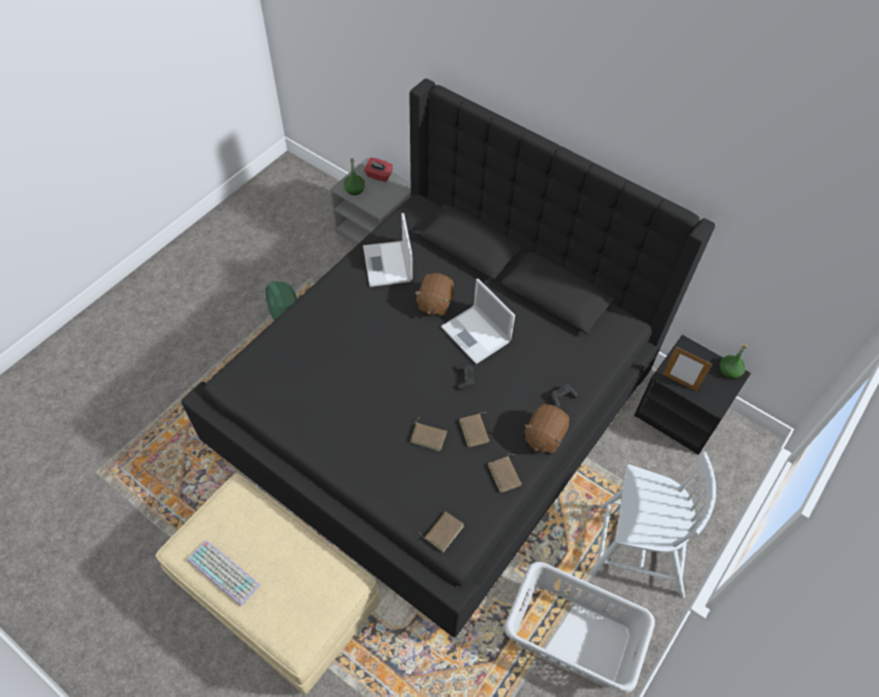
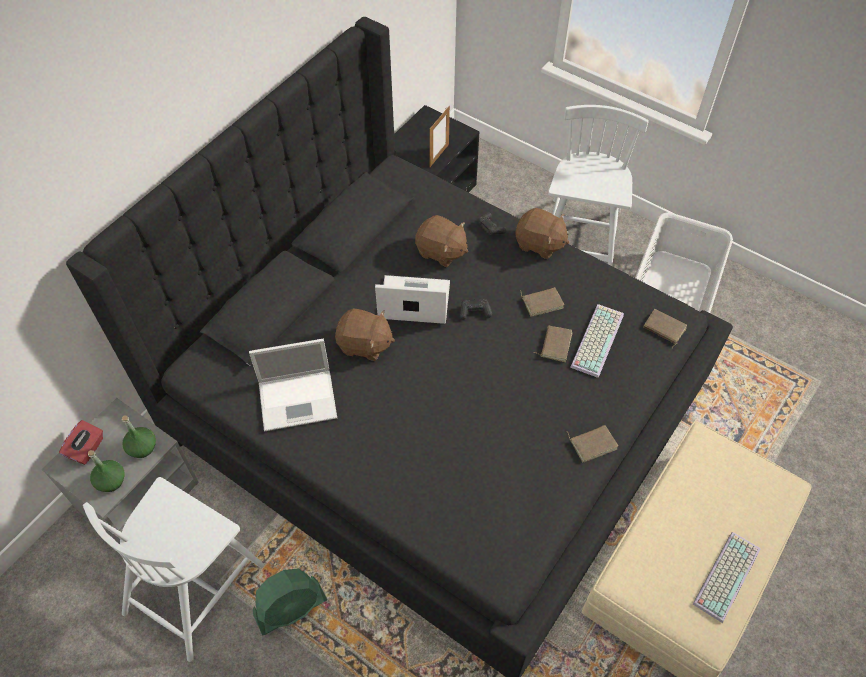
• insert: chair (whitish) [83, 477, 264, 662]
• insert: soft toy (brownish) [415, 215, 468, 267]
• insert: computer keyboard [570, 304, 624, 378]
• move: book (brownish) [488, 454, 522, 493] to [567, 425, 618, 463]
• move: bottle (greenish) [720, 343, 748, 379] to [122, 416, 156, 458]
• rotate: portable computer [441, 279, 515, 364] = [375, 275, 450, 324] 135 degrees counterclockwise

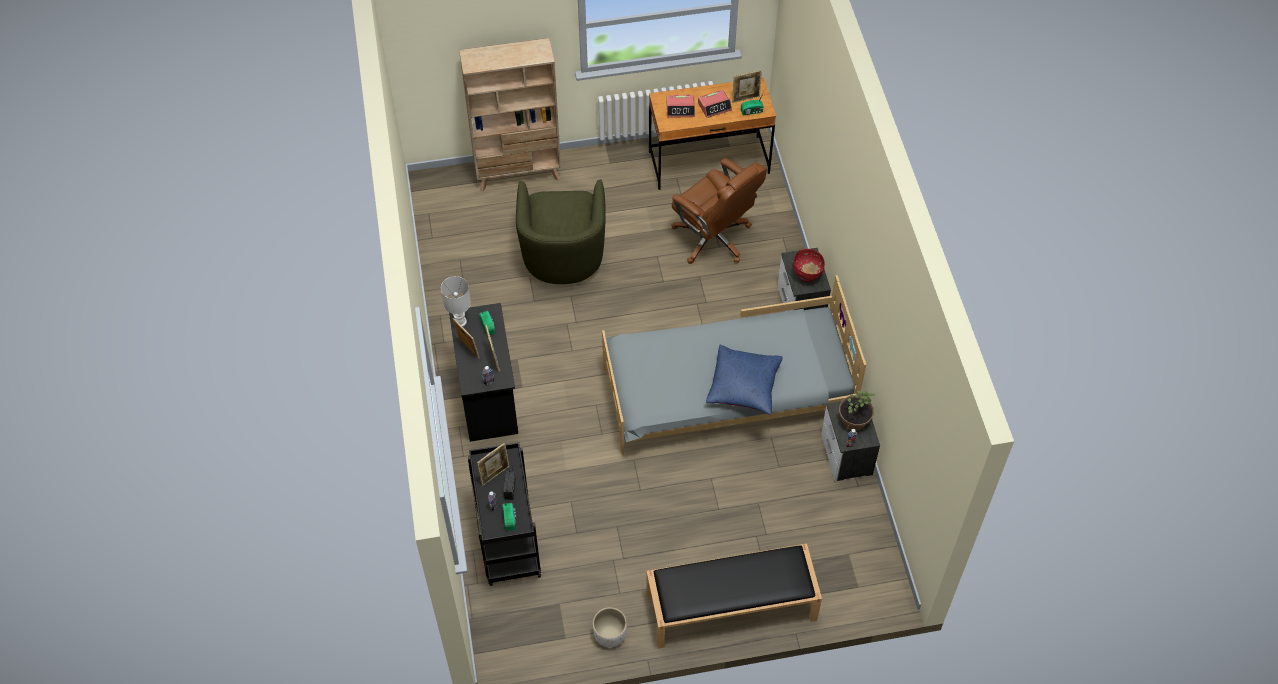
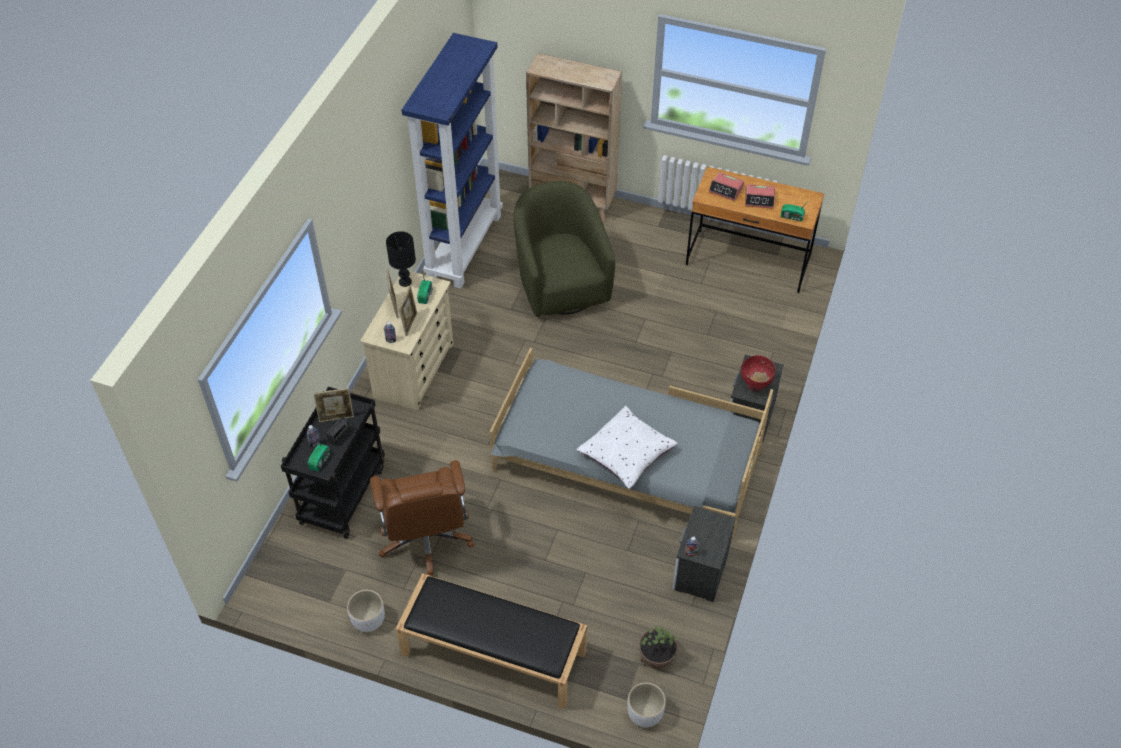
• delete: picture frame [732, 70, 762, 103]
• insert: bookshelf (blue) [402, 33, 503, 289]
• insert: plant pot (whitish) [628, 682, 666, 727]
• move: computer chair (brownish) [671, 158, 767, 264] to [370, 460, 475, 577]
• move: houseplant [839, 391, 875, 431] to [639, 625, 680, 668]
• recolor: table lamp (whitish) [441, 276, 471, 327] to table lamp (blackish) [386, 231, 416, 287]
• recolor: chest of drawers (blackish) [449, 303, 518, 442] to chest of drawers (sand-coloured) [360, 271, 453, 411]
• recolor: throw pillow (blue) [706, 345, 783, 415] to throw pillow (whitish) [576, 406, 677, 489]
• rotate: easy chair (greenish) [516, 180, 606, 284] = [514, 181, 615, 317] 135 degrees clockwise

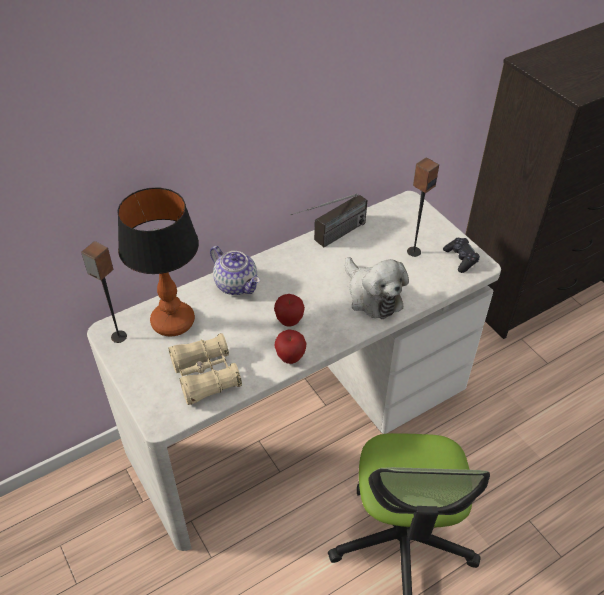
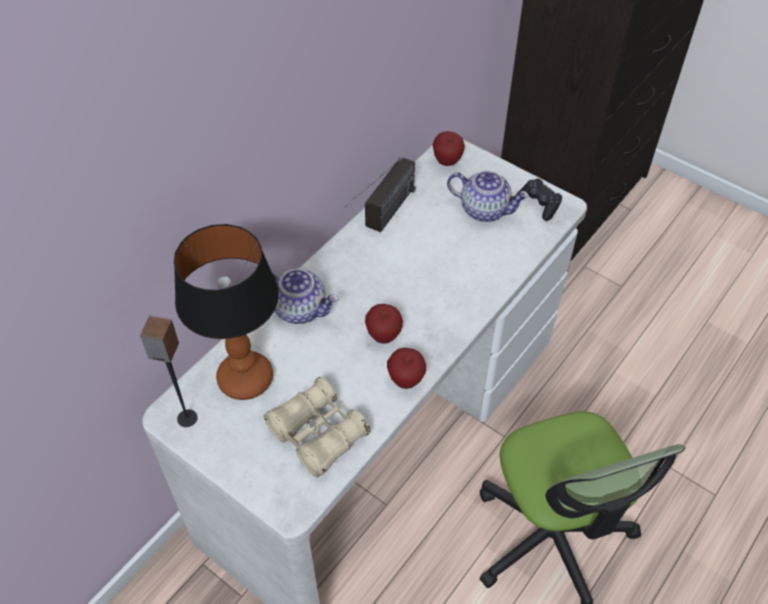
• delete: soft toy [345, 257, 409, 319]
• insert: apple fruit [433, 131, 465, 166]
• replace: audio speaker [407, 158, 439, 257] to teapot [447, 171, 529, 222]

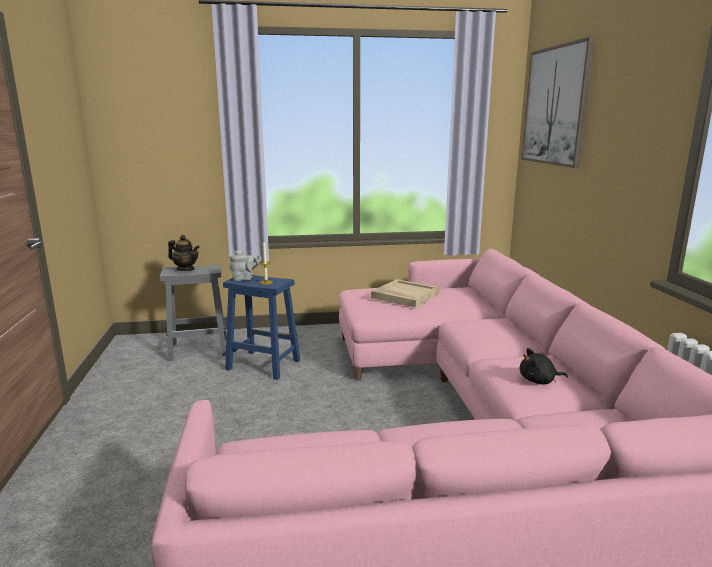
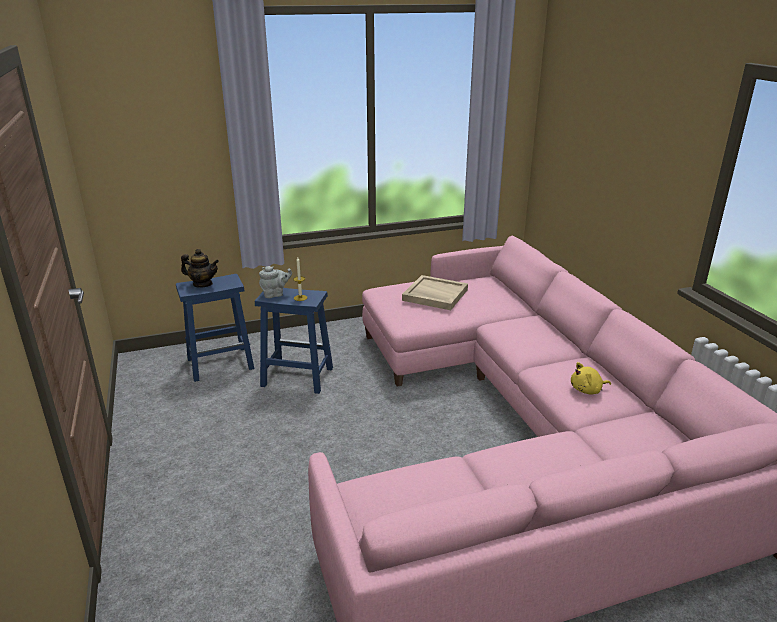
• delete: picture [521, 37, 595, 168]
• recolor: sitting stool (greyish) [160, 264, 226, 361] to sitting stool (blue) [176, 274, 254, 382]
• recolor: soft toy (blackish) [520, 348, 568, 385] to soft toy (yellow) [571, 362, 611, 395]

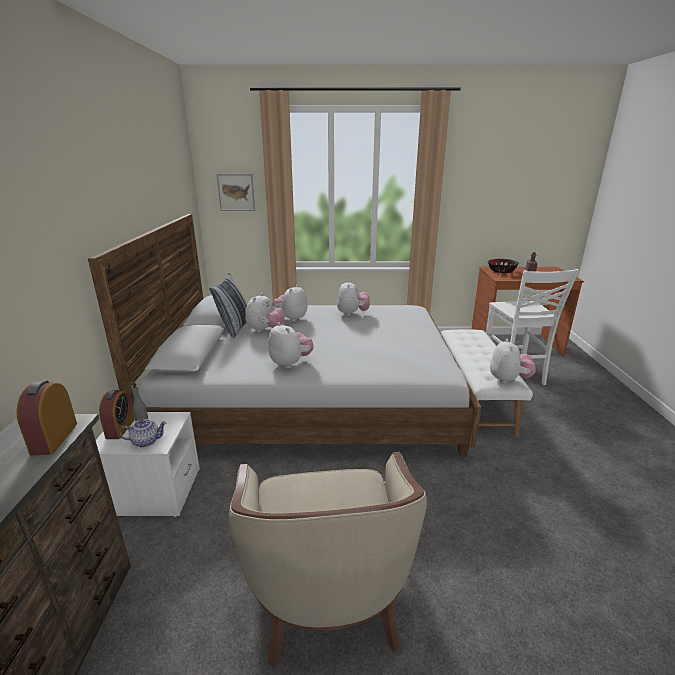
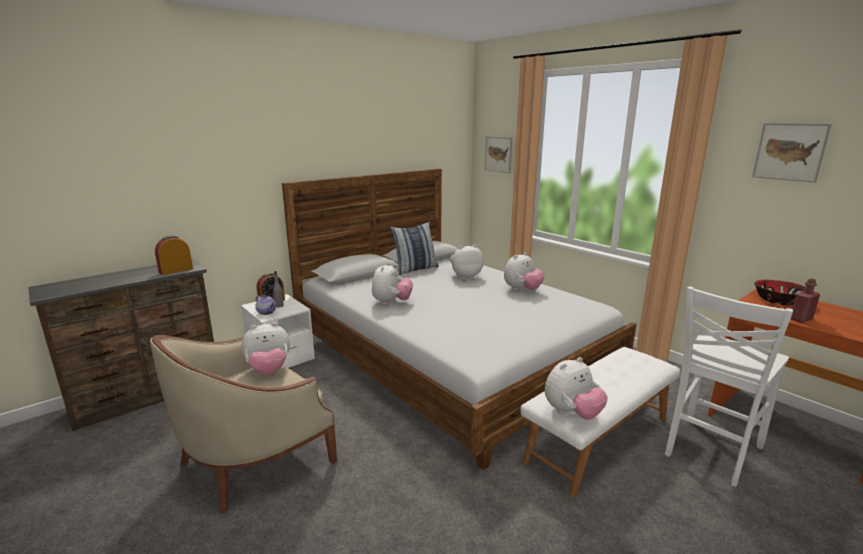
• insert: picture [752, 123, 832, 183]
• move: soft toy [245, 293, 285, 333] to [242, 322, 290, 375]

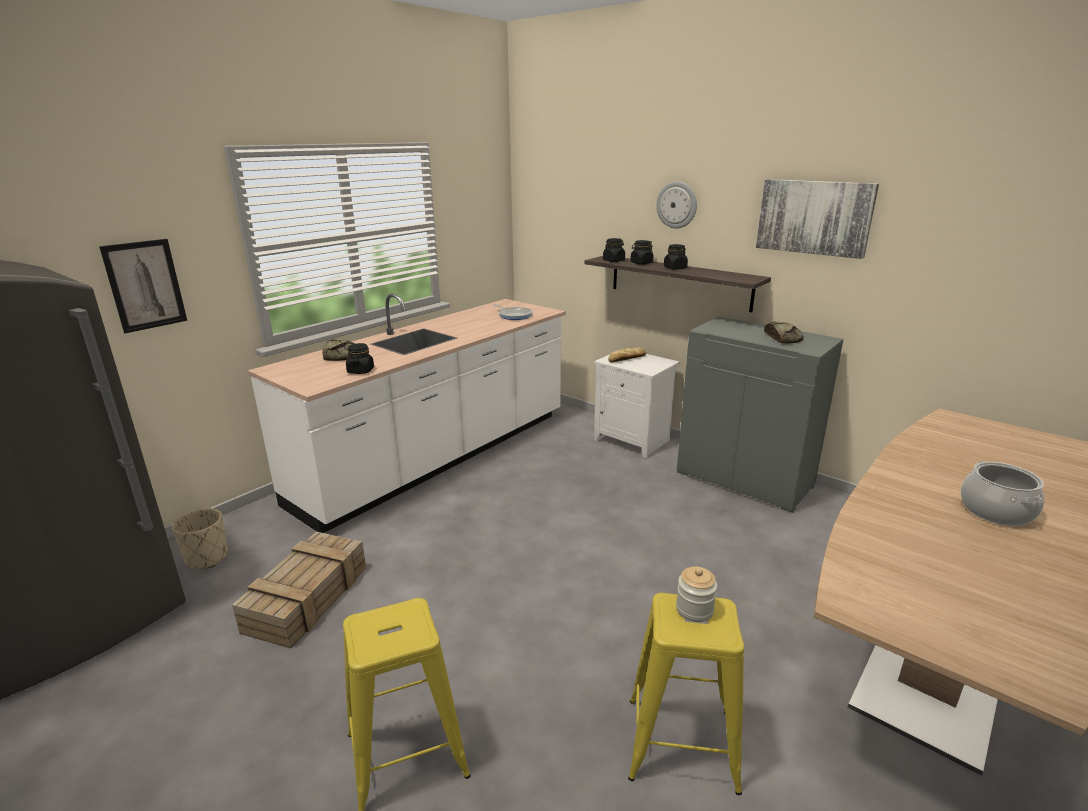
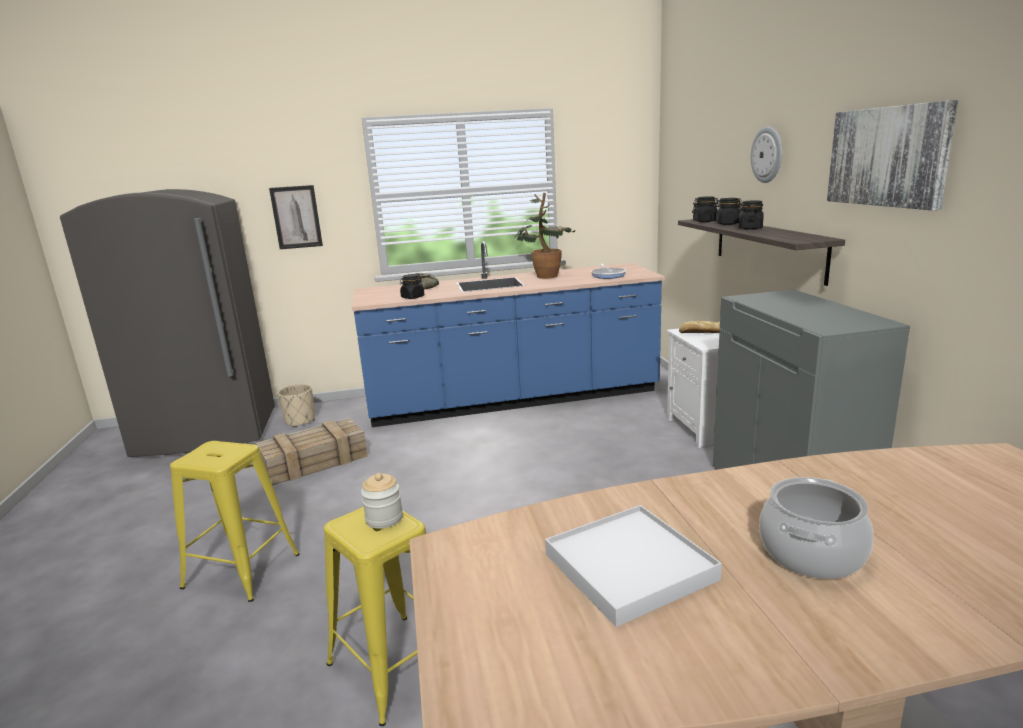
• delete: baked bread [764, 321, 804, 344]
• insert: houseplant [514, 193, 576, 279]
• insert: carrying tray (whitish) [545, 505, 722, 627]
• recolor: kitchen base unit (whitish) [248, 294, 566, 533] to kitchen base unit (blue) [352, 241, 665, 427]

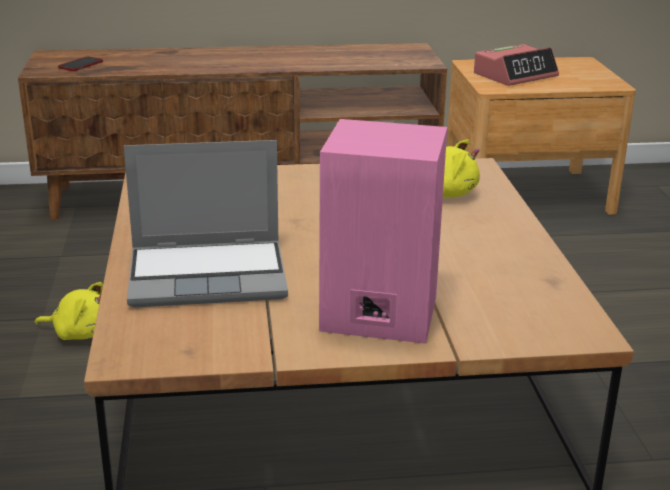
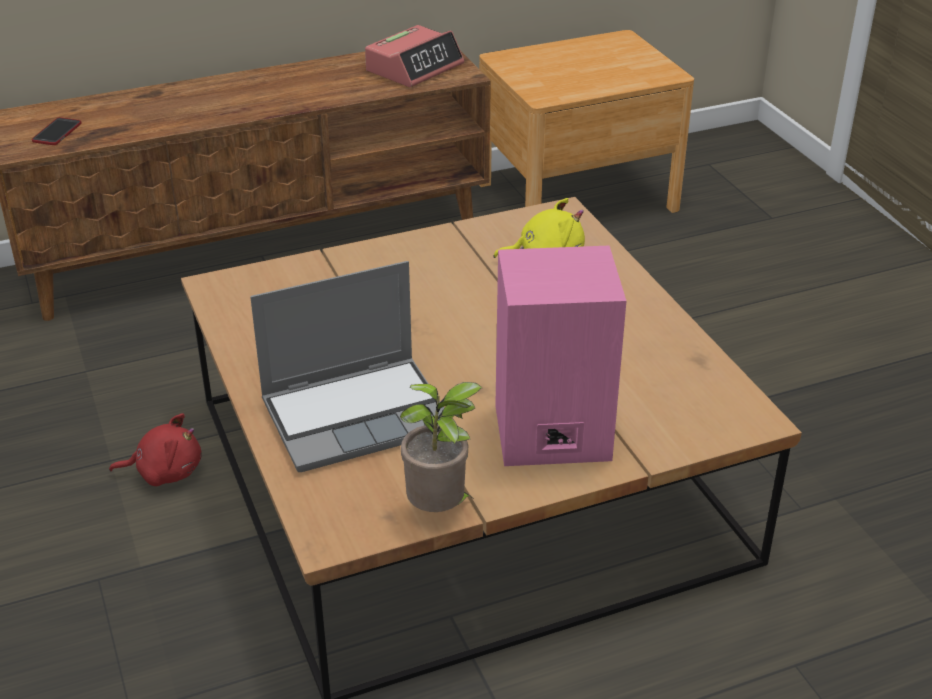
• insert: houseplant [400, 382, 482, 512]
• move: table clock [474, 44, 559, 86] to [365, 25, 464, 87]
• recolor: soft toy (yellow) [35, 282, 103, 340] to soft toy (reddish) [109, 413, 202, 486]

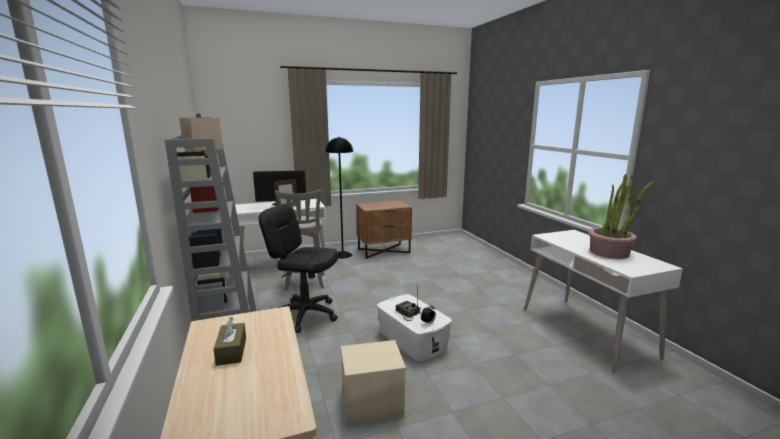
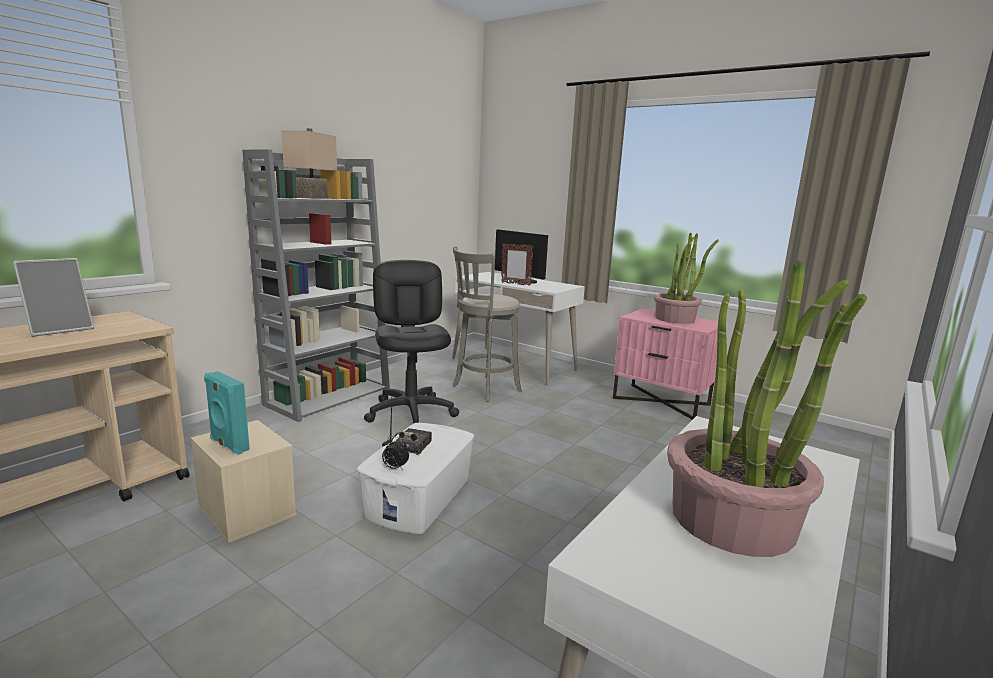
• delete: standard lamp (blackish) [325, 137, 353, 259]
• insert: audio speaker (blue-green) [204, 371, 250, 455]
• insert: houseplant [654, 233, 719, 324]
• replace: tissue box (brownish) [214, 317, 246, 366] to picture frame [13, 258, 94, 337]
• recolor: nightstand (brownish) [356, 200, 412, 259] to nightstand (pinkish) [613, 309, 718, 420]

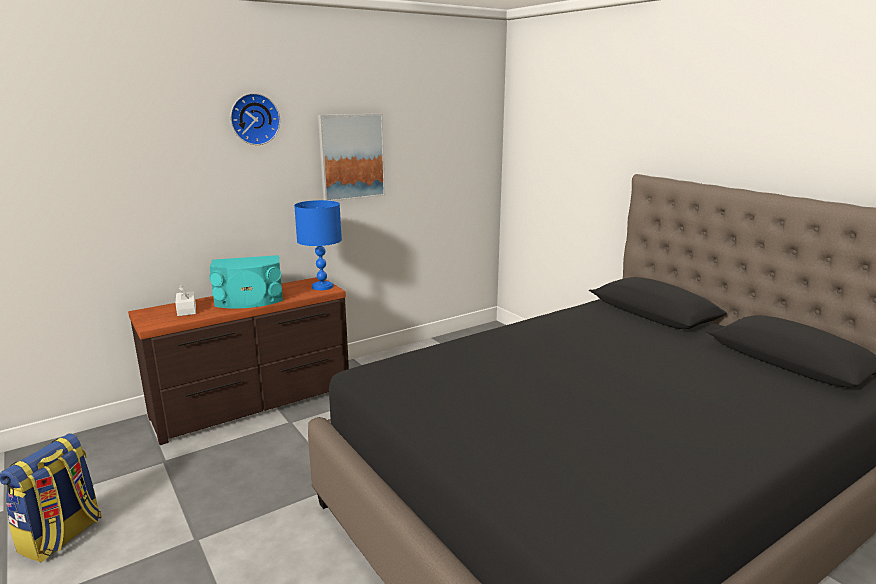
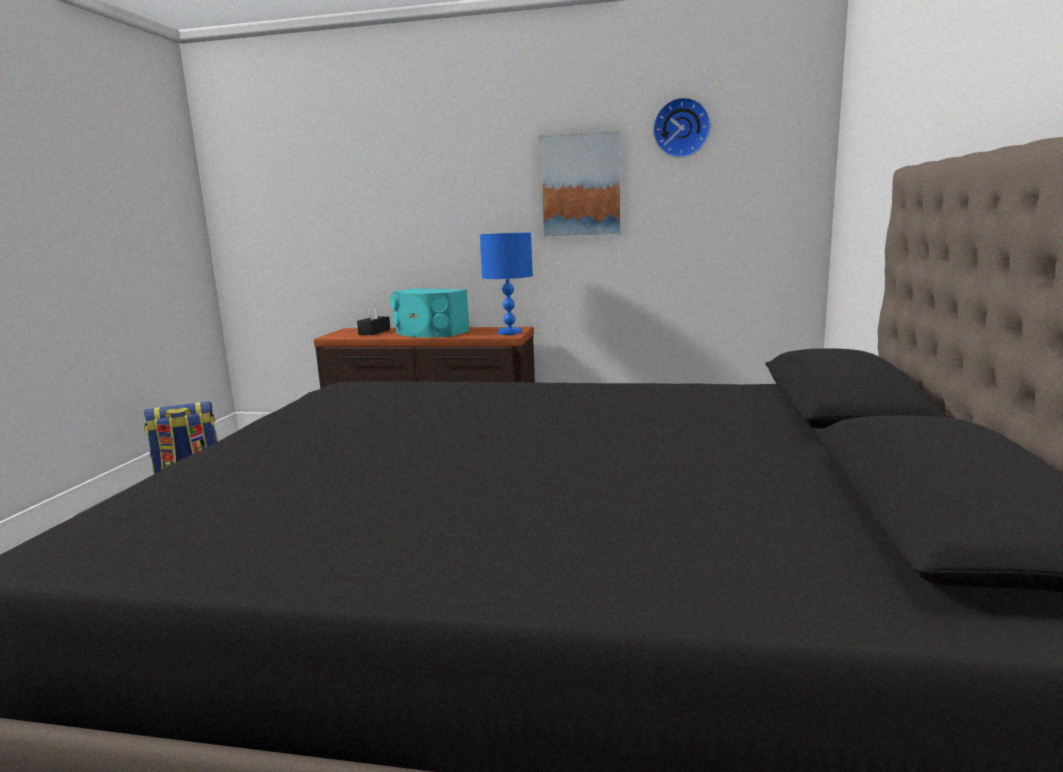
• move: clock on the wall [230, 93, 280, 145] to [653, 97, 711, 158]
• recolor: tissue box (whitish) [175, 284, 196, 316] to tissue box (blackish) [357, 305, 391, 335]

